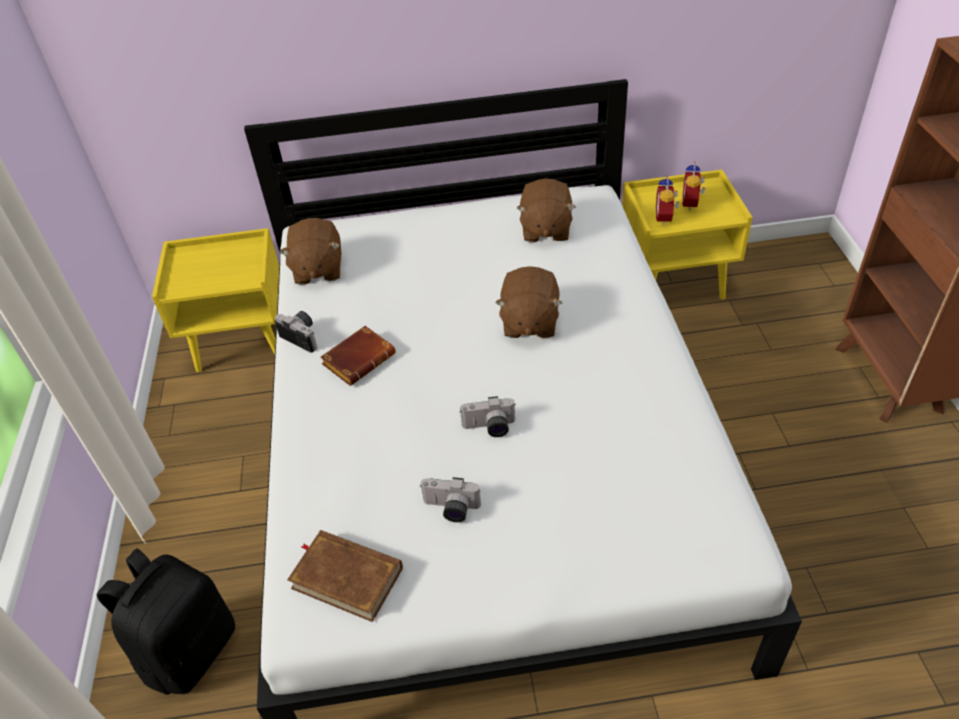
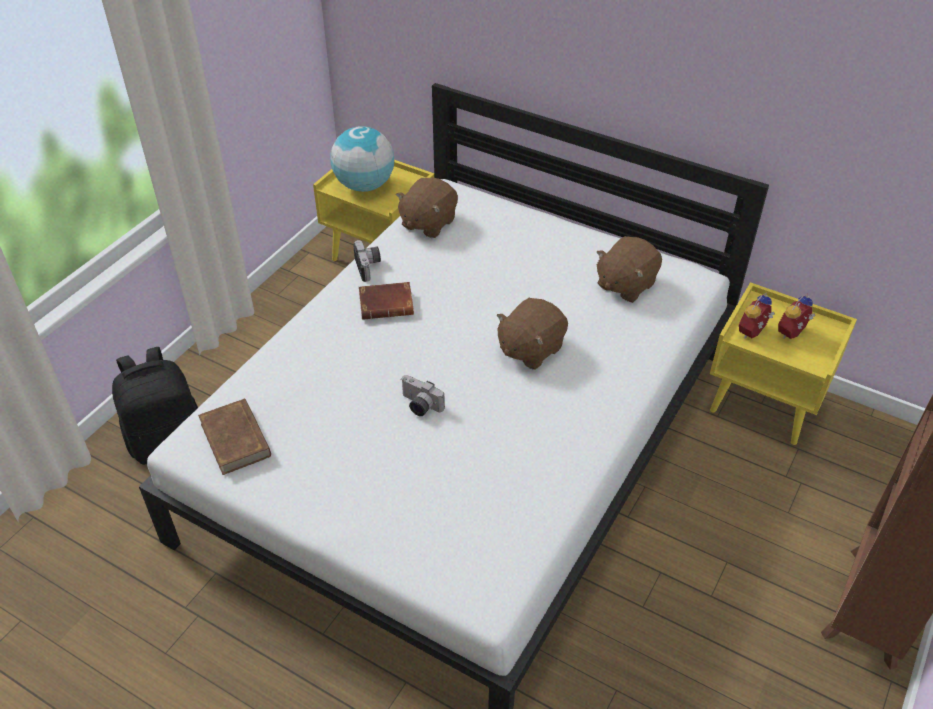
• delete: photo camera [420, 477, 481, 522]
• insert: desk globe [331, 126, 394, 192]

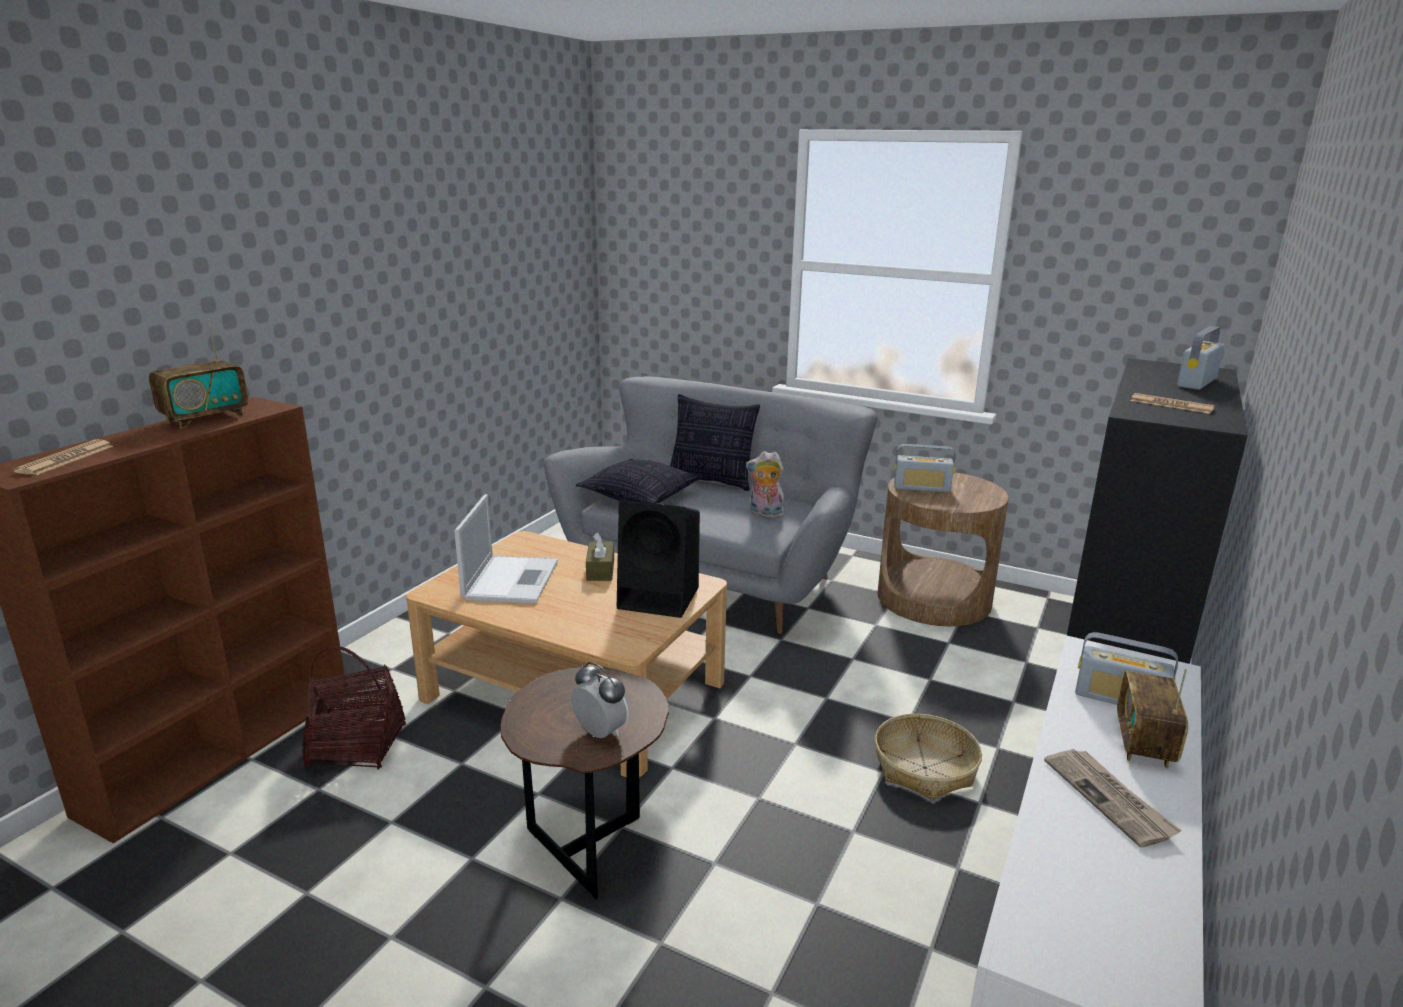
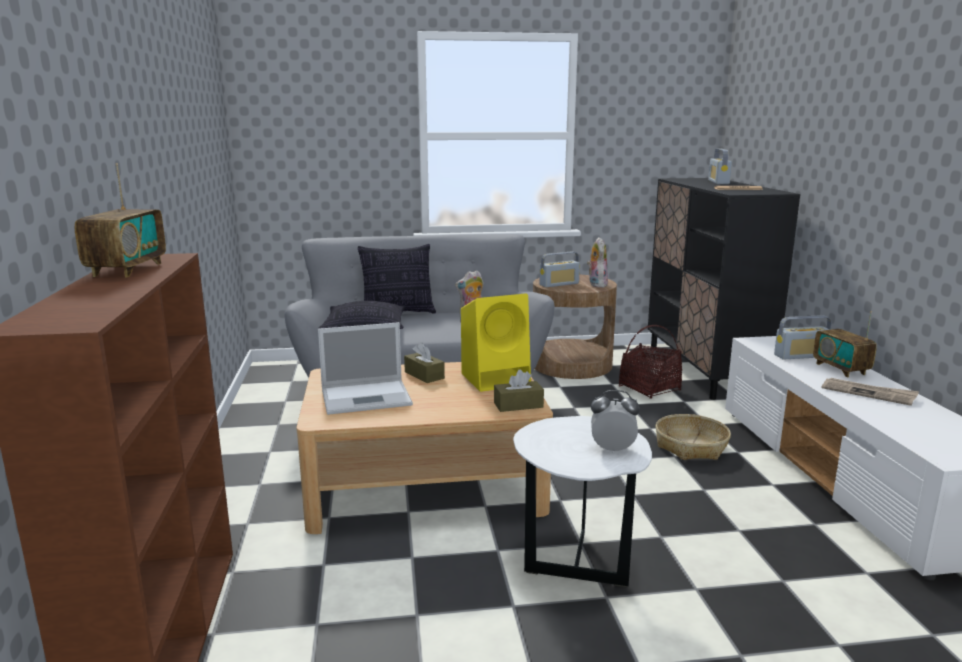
• delete: daily paper [13, 439, 114, 475]
• insert: tissue box (brownish) [494, 369, 544, 412]
• insert: soft toy [587, 237, 608, 288]
• move: household basket [302, 646, 406, 770] to [619, 325, 682, 399]
• recolor: end table (brownish) [500, 667, 669, 899] to end table (whitish) [513, 416, 652, 587]
• recolor: audio speaker (blackish) [617, 500, 700, 618] to audio speaker (yellow) [461, 293, 531, 392]
• rotate: portable computer [454, 494, 558, 604] = [318, 322, 413, 415] 105 degrees clockwise

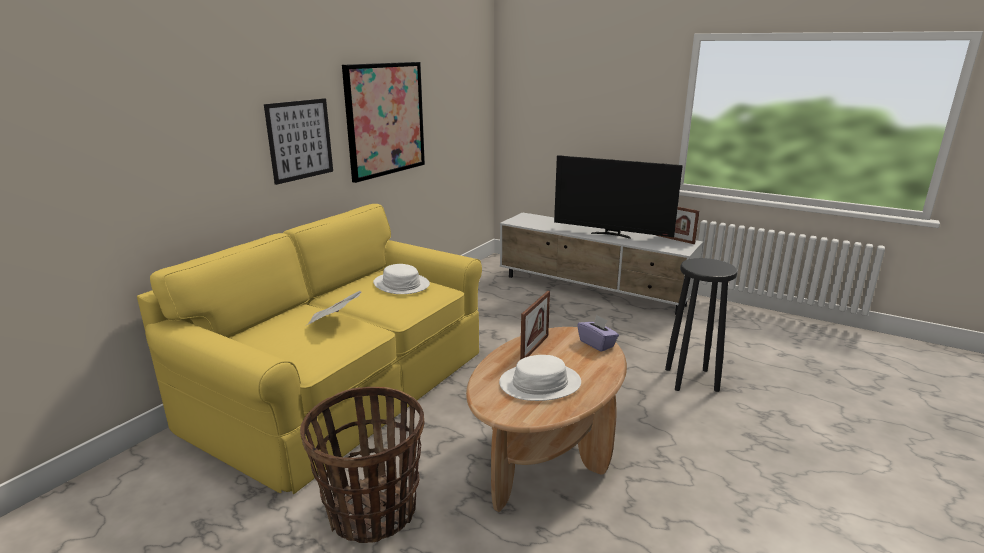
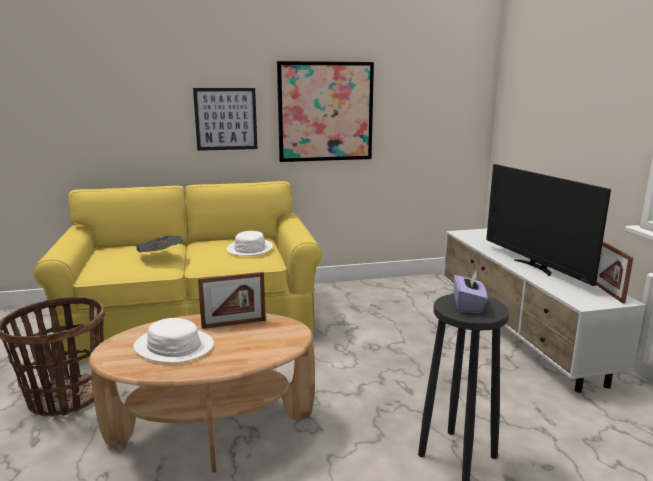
• move: tissue box (purple-coloured) [577, 314, 619, 352] to [454, 270, 487, 313]

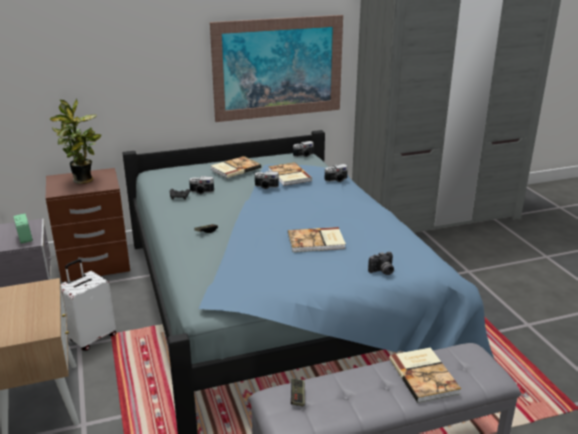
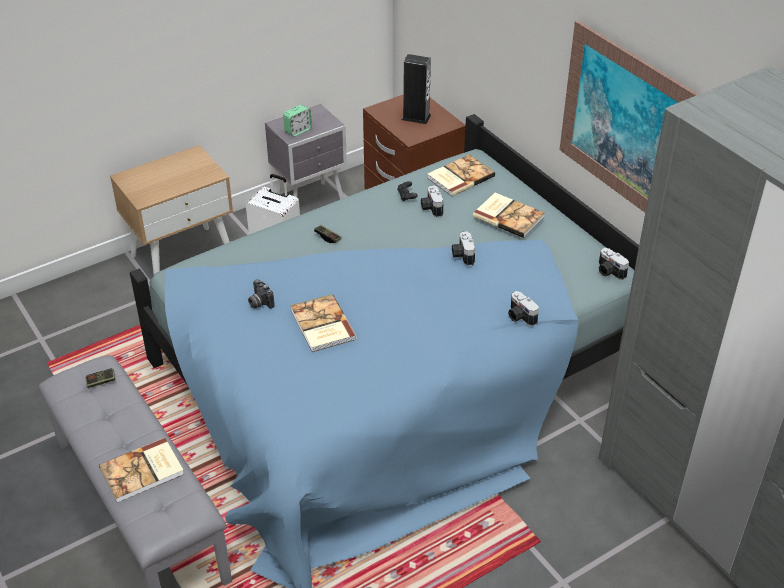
• move: book [268, 162, 312, 186] to [427, 154, 495, 196]
• move: photo camera [368, 252, 394, 275] to [248, 279, 275, 309]
• replace: houseplant [50, 98, 101, 184] to audio speaker [402, 54, 431, 124]

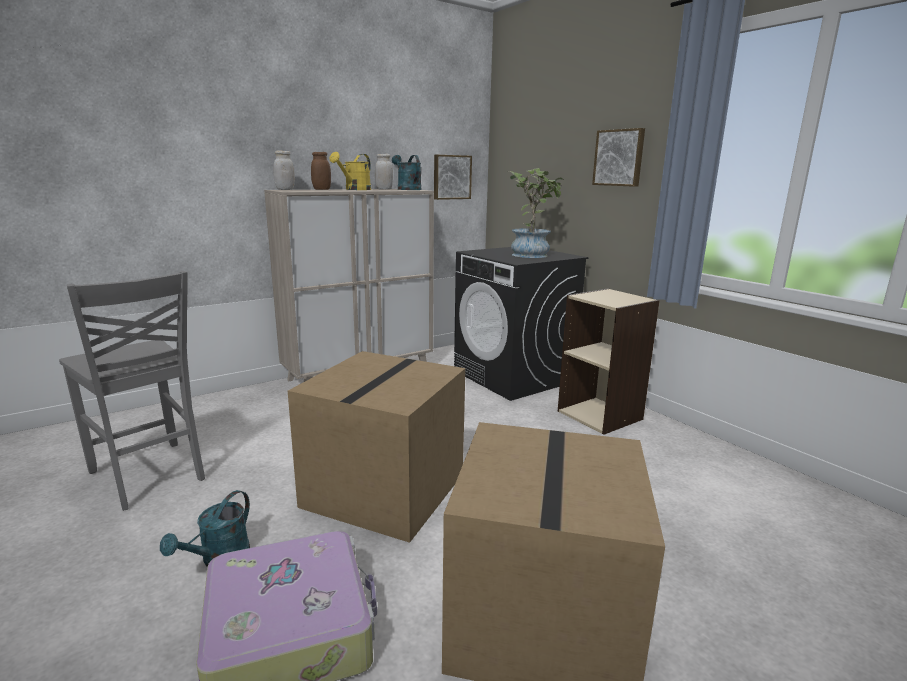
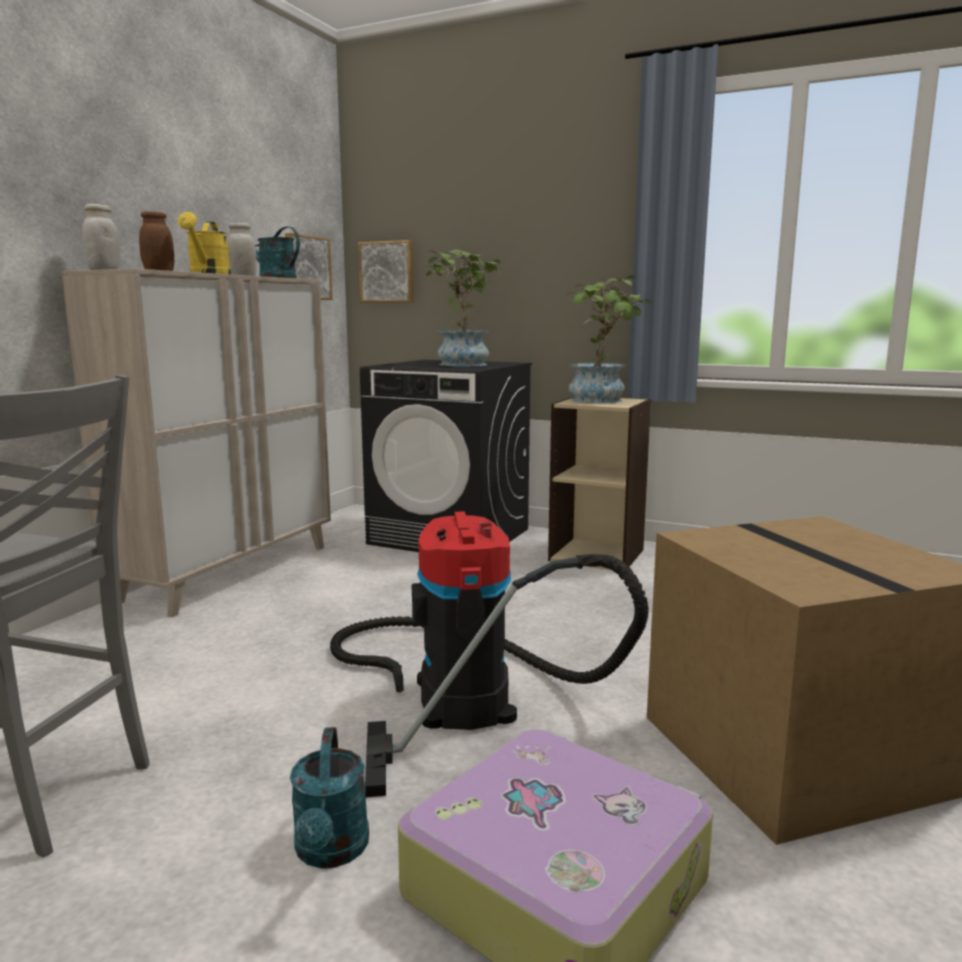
• insert: houseplant [567, 275, 653, 403]
• move: picture [592, 128, 645, 187] to [358, 240, 414, 302]
• replace: cardboard box [288, 351, 465, 543] to vacuum cleaner [330, 511, 648, 797]

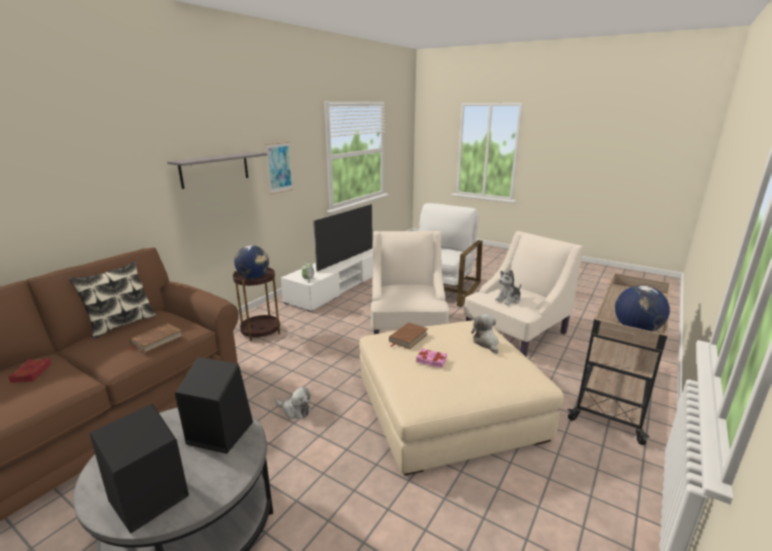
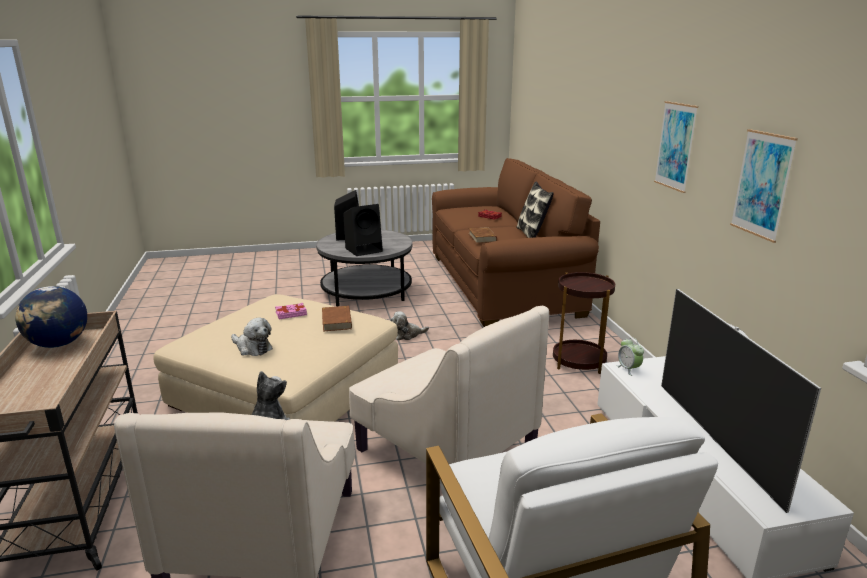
• delete: desk globe [234, 245, 269, 279]
• replace: wall shelf (greyish) [167, 152, 268, 189] to picture [654, 101, 698, 193]

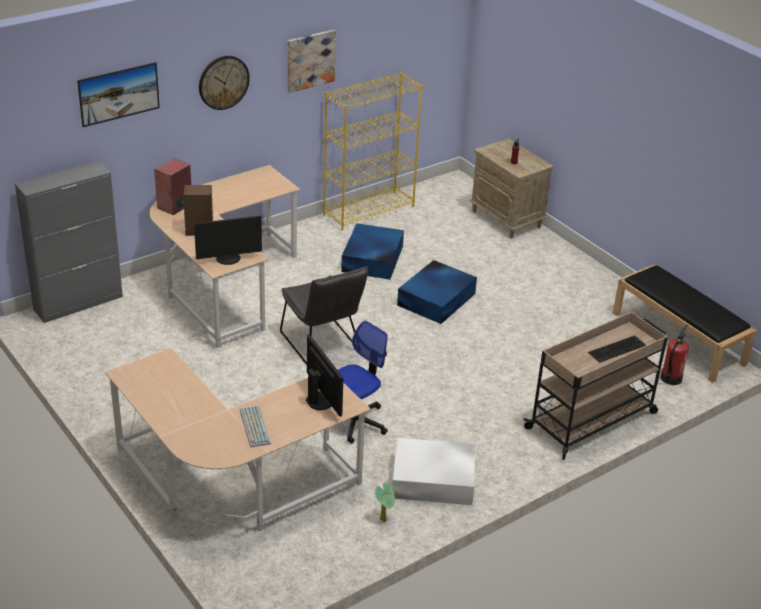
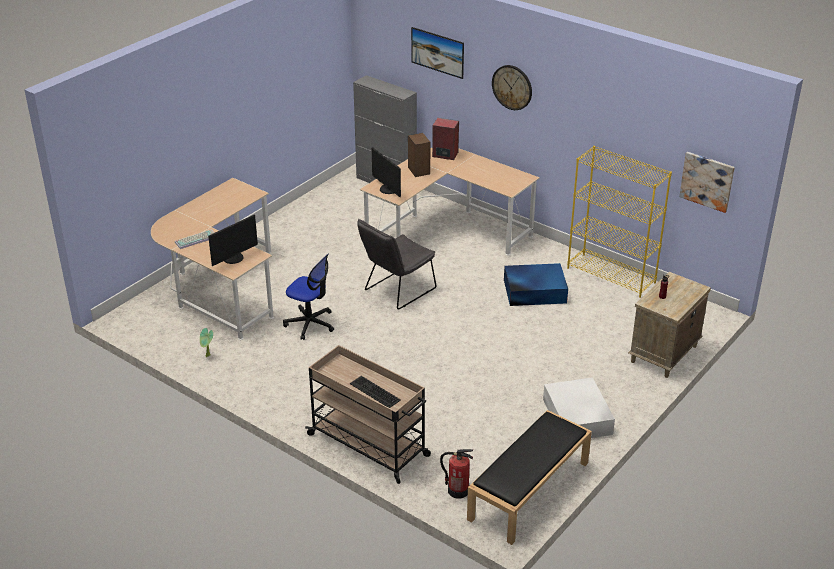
• delete: storage bin (blue) [397, 260, 477, 324]
• move: picture [287, 30, 336, 93] to [679, 152, 735, 213]
• move: storage bin (whitish) [392, 438, 475, 505] to [543, 377, 615, 438]

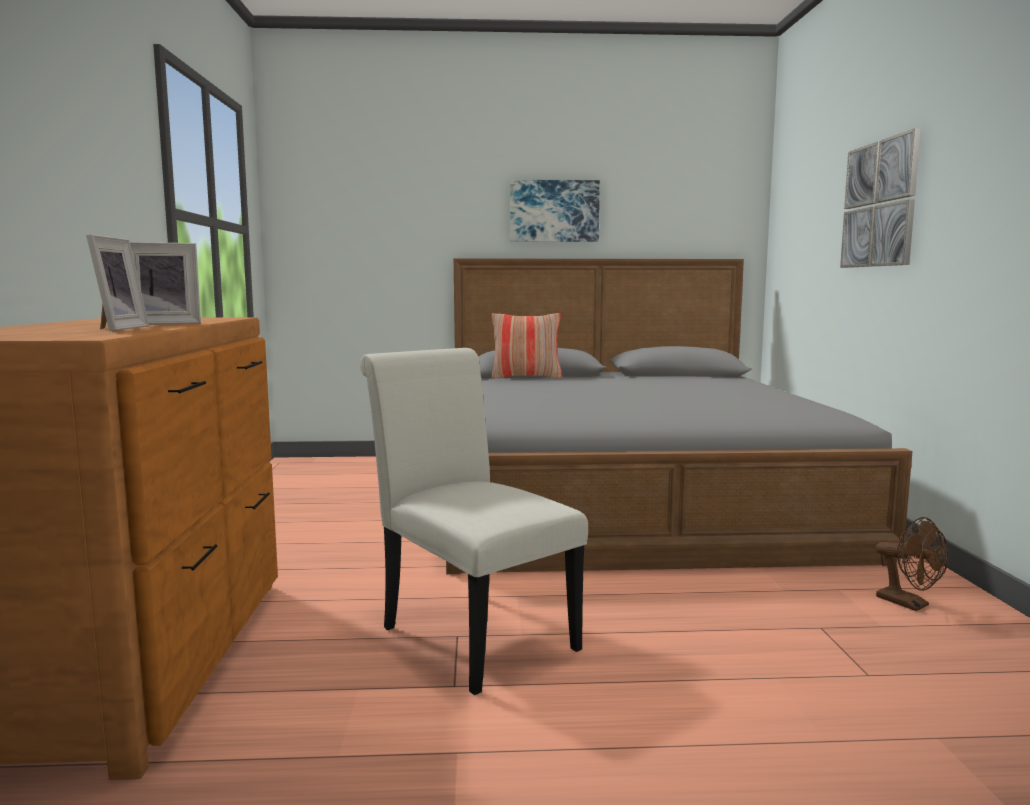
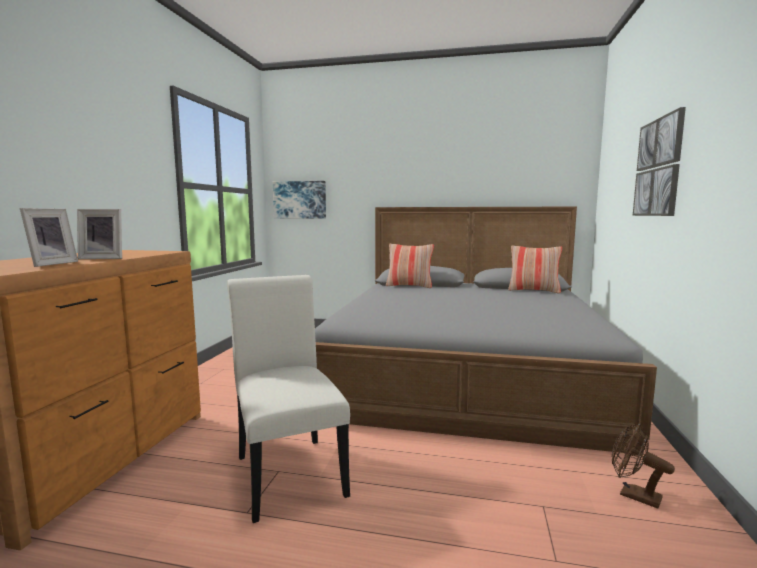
• insert: throw pillow [508, 245, 562, 293]
• move: picture [510, 180, 600, 242] to [273, 181, 326, 218]
• rotate: electric fan (brownish) [876, 517, 949, 611] = [612, 423, 675, 509] 150 degrees clockwise

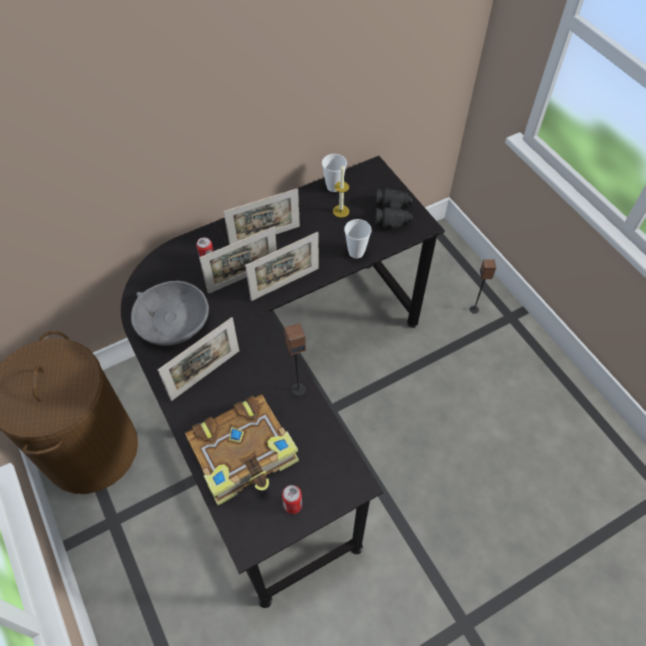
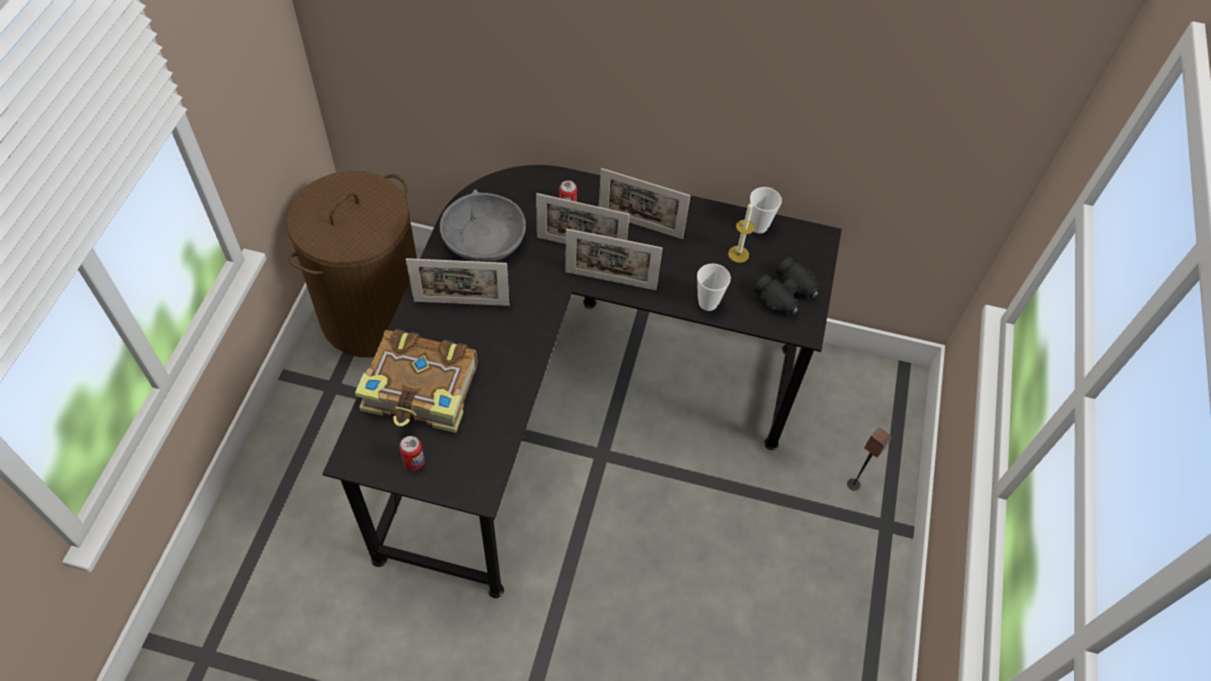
• delete: audio speaker [284, 323, 306, 396]

